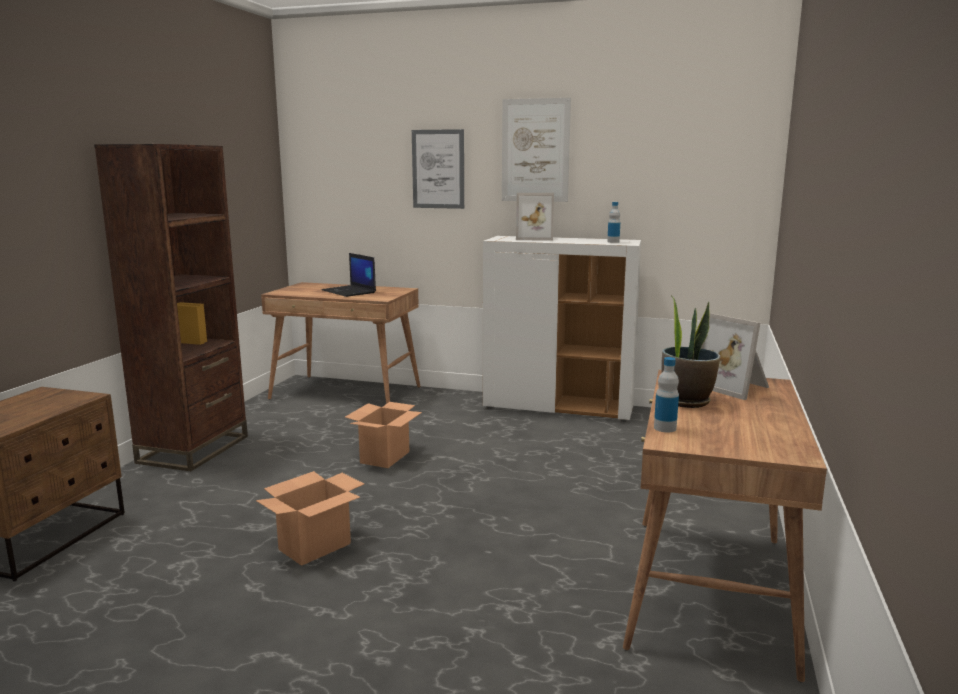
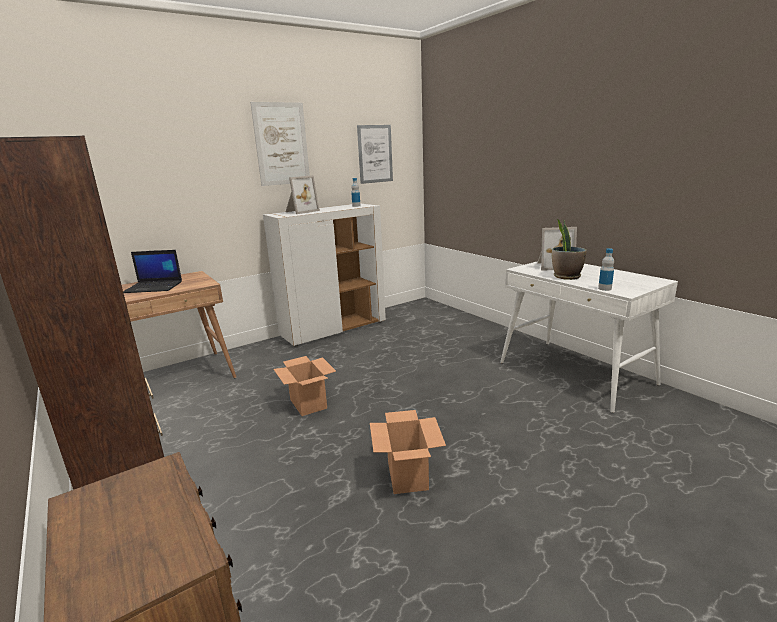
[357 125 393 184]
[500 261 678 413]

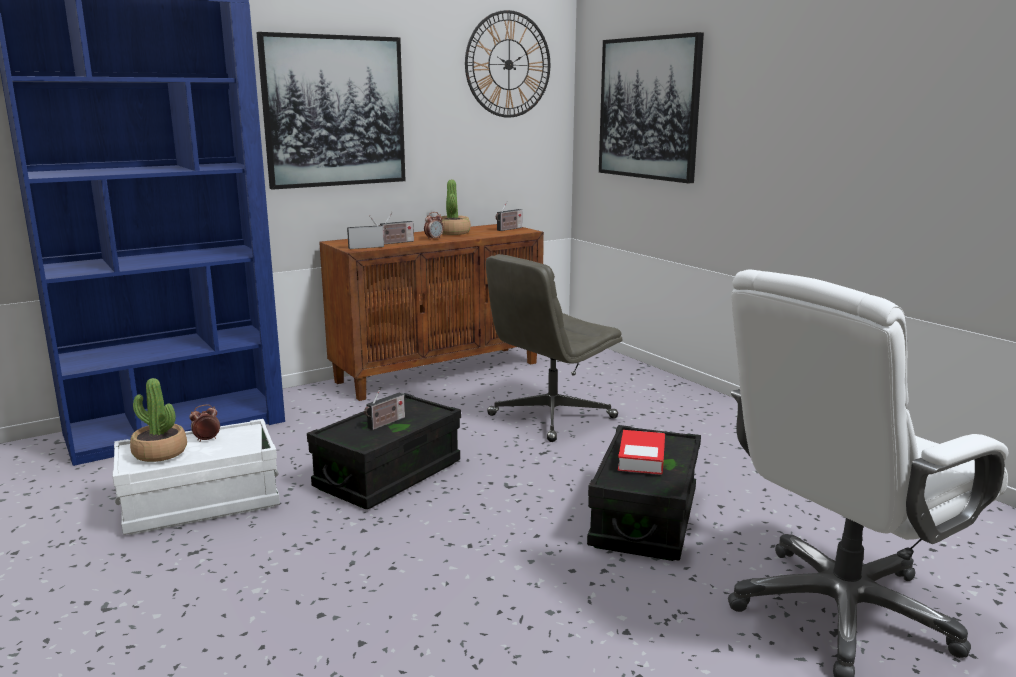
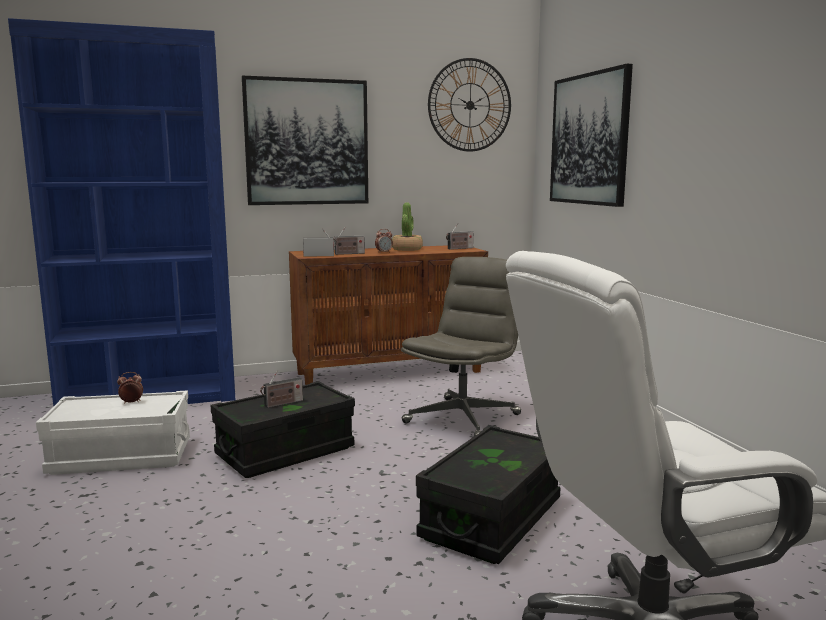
[401 257 521 436]
[130 378 187 462] (first image)
[618 430 665 475] (first image)

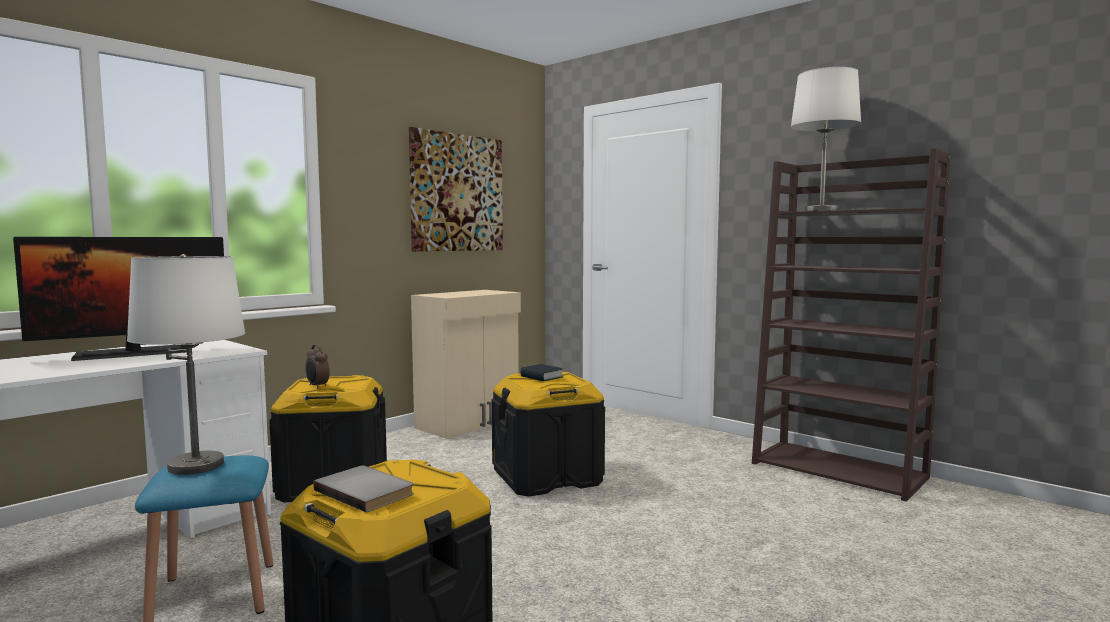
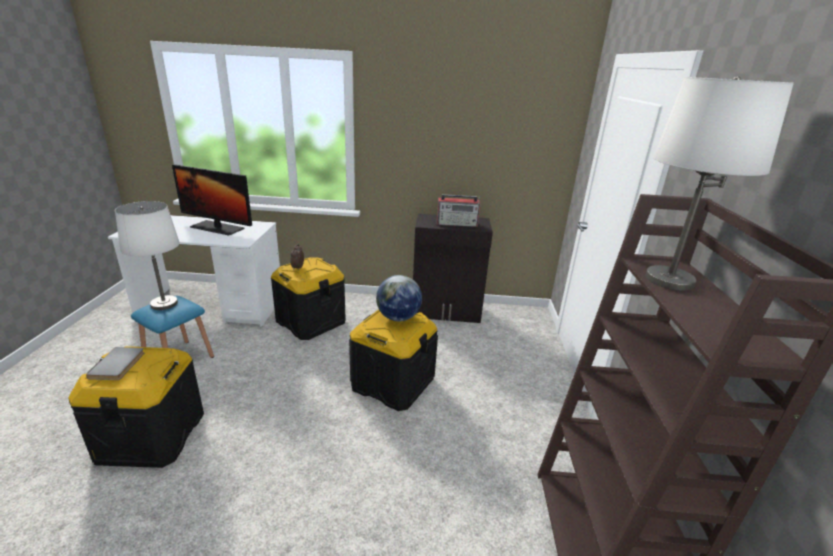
[409 127 503 252] (first image)
[413 214 493 323]
[376 275 422 321]
[437 194 480 227]

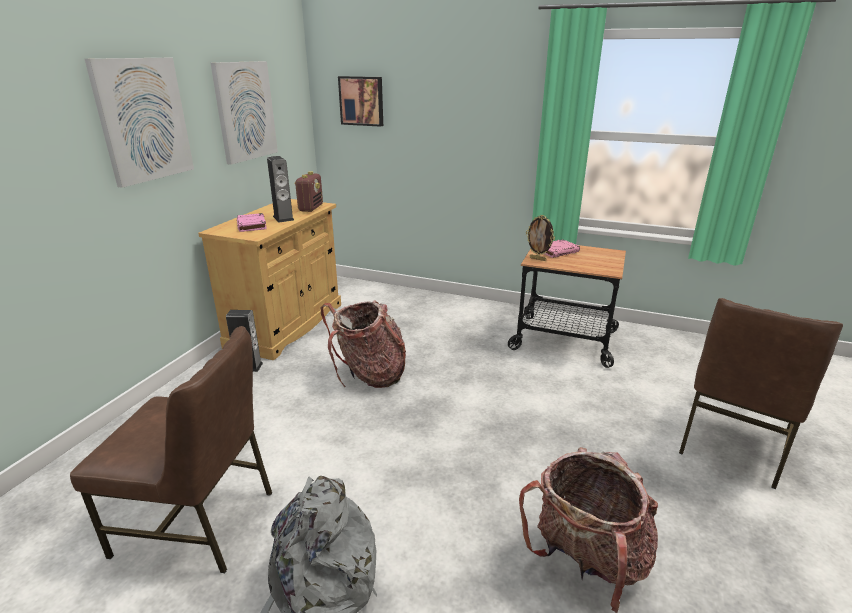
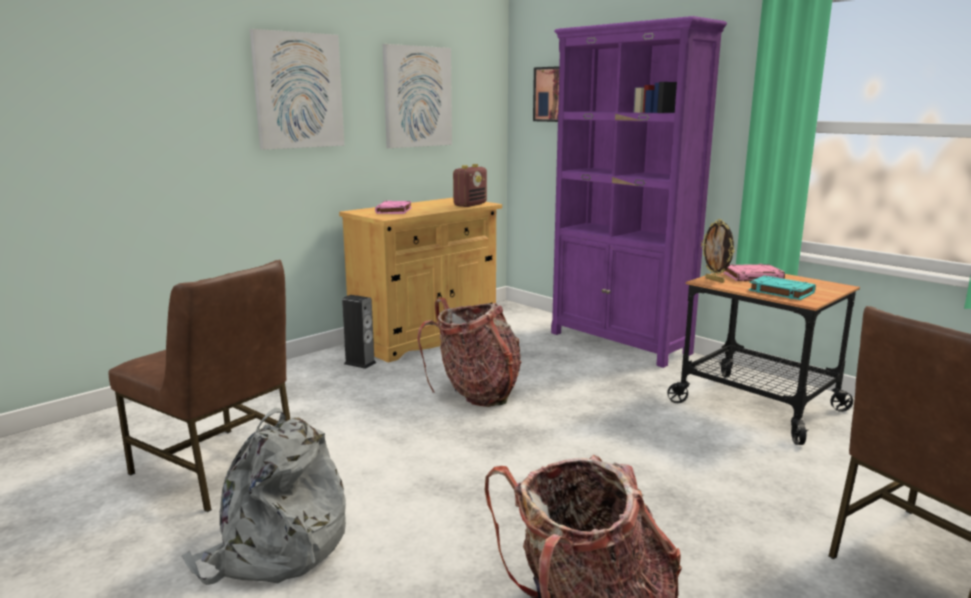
[267 156 294 222] (first image)
[551 16 727 368]
[749 275 816 300]

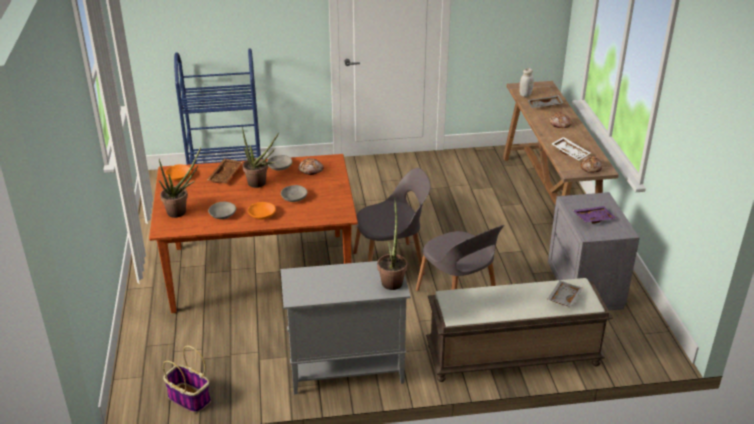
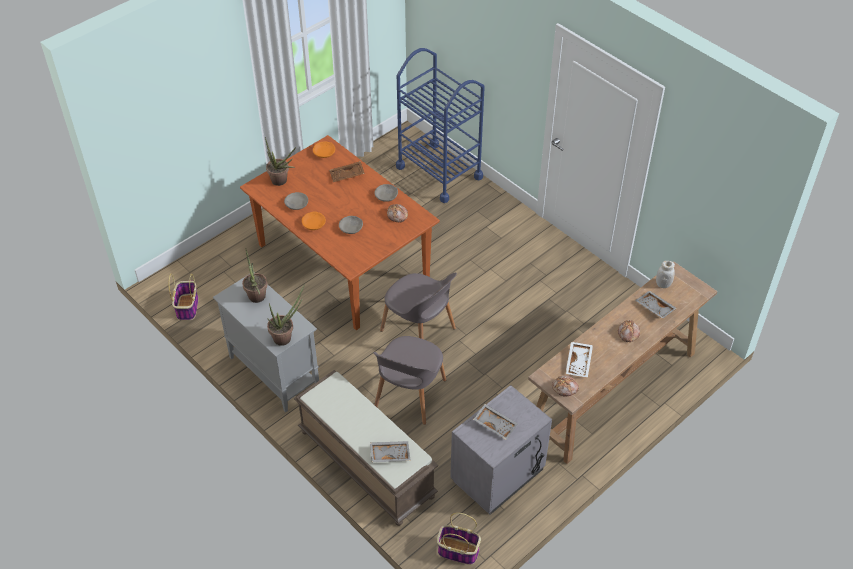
[242 248 268 303]
[473 404 518 440]
[437 513 481 565]

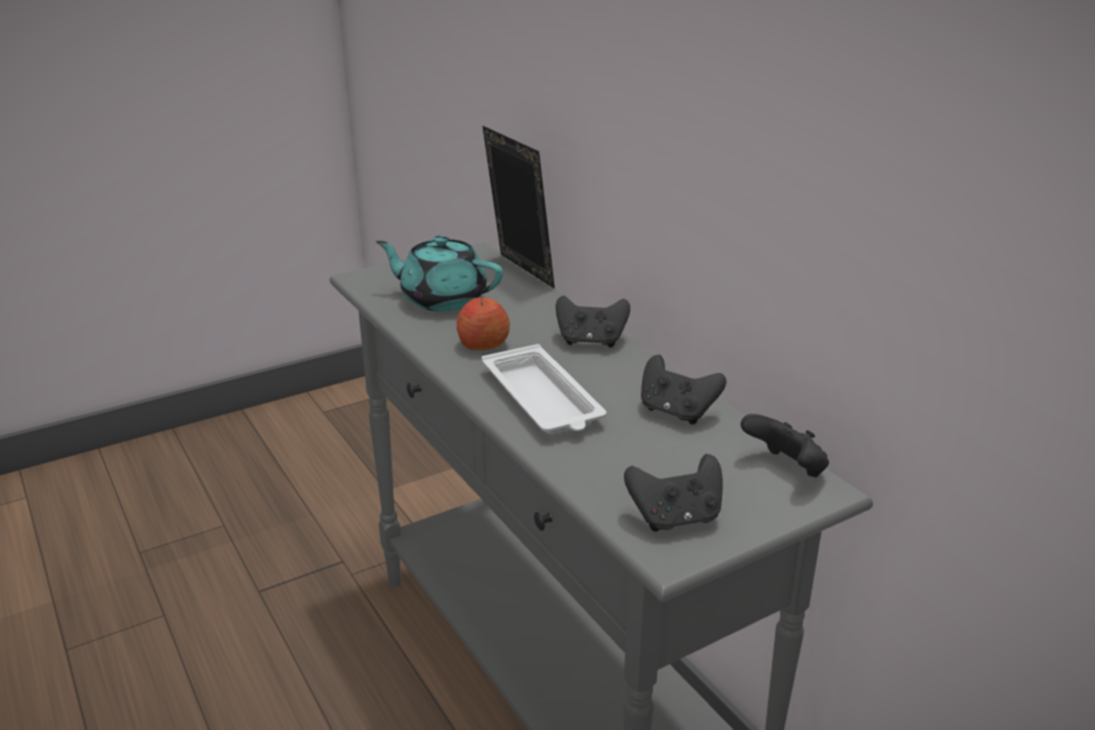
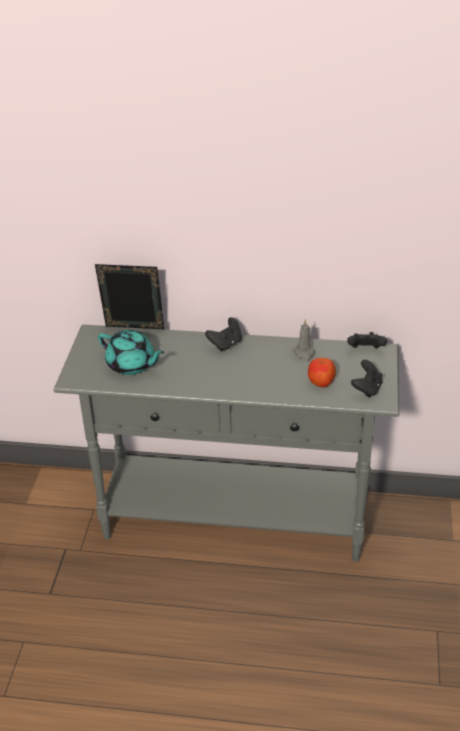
[98 330 164 375]
[308 358 336 387]
[482 344 607 434] (first image)
[293 319 315 361]

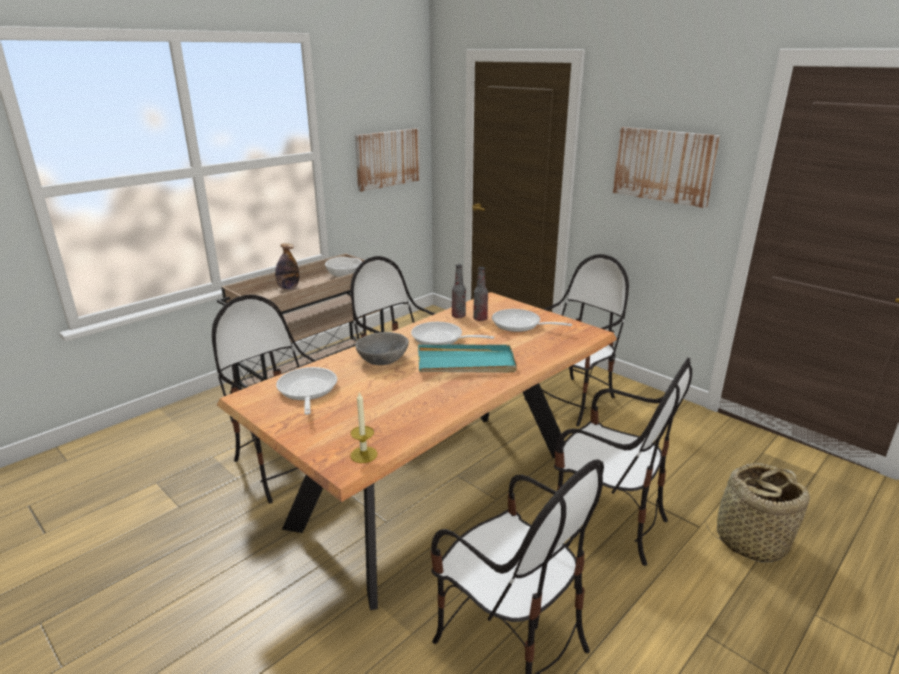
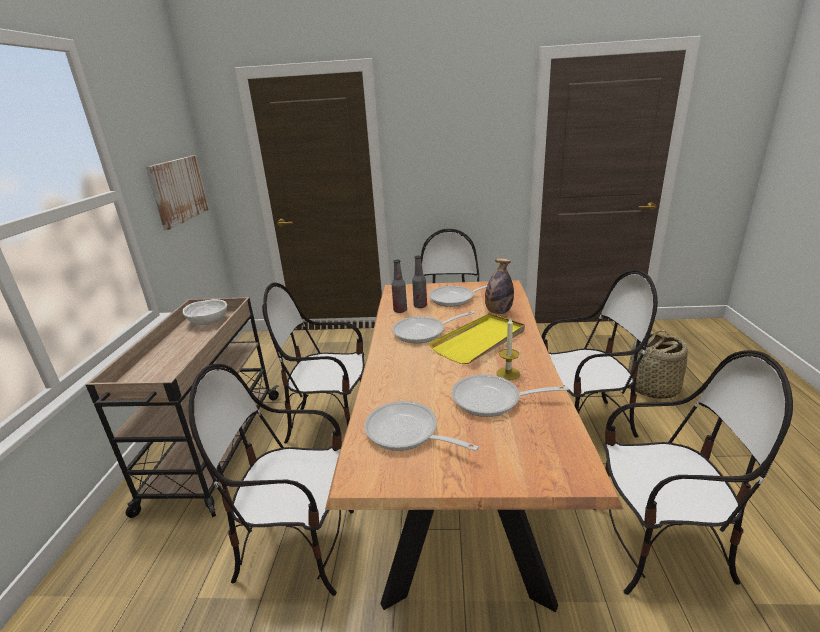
[613 127 720 208] (first image)
[485 258 514 314]
[355 332 409 365] (first image)
[429 313 525 364]
[496 317 520 380]
[451 374 569 417]

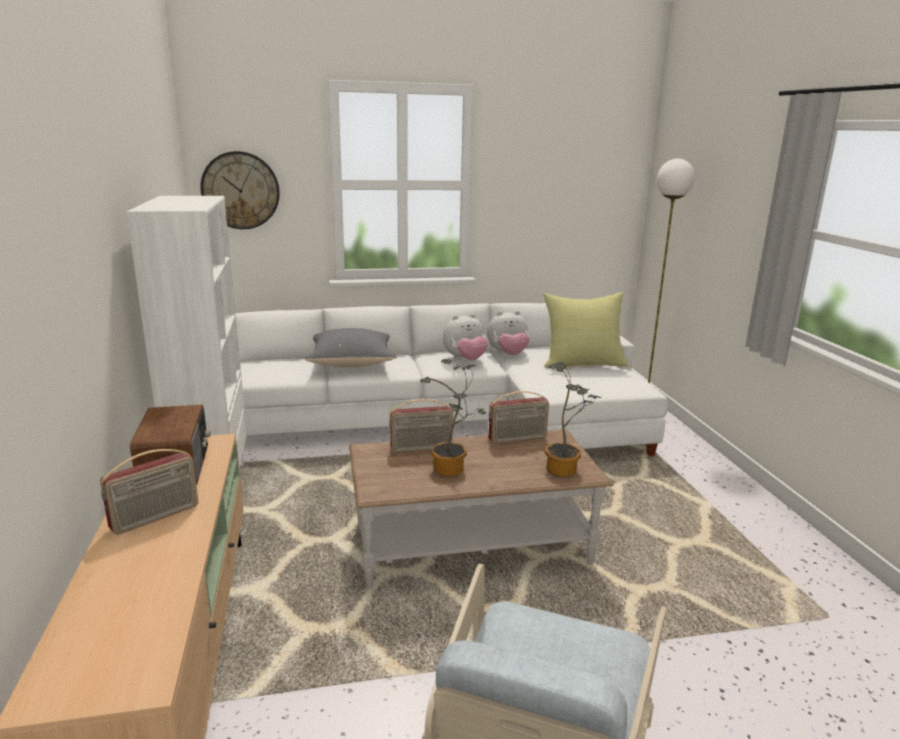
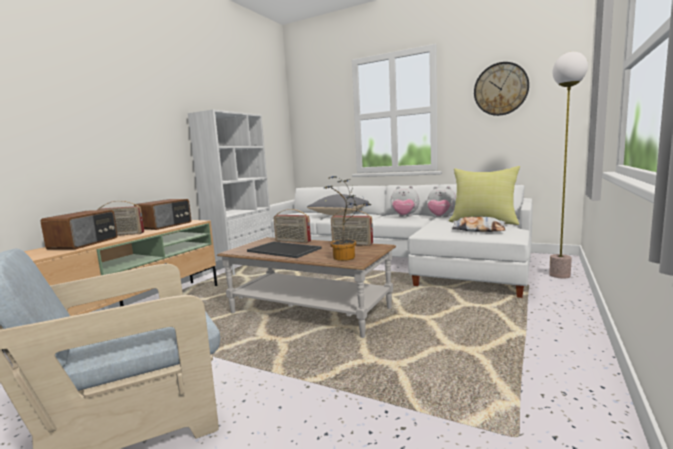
[474 62 529 116]
[247 241 322 258]
[40 210 118 250]
[452 217 505 232]

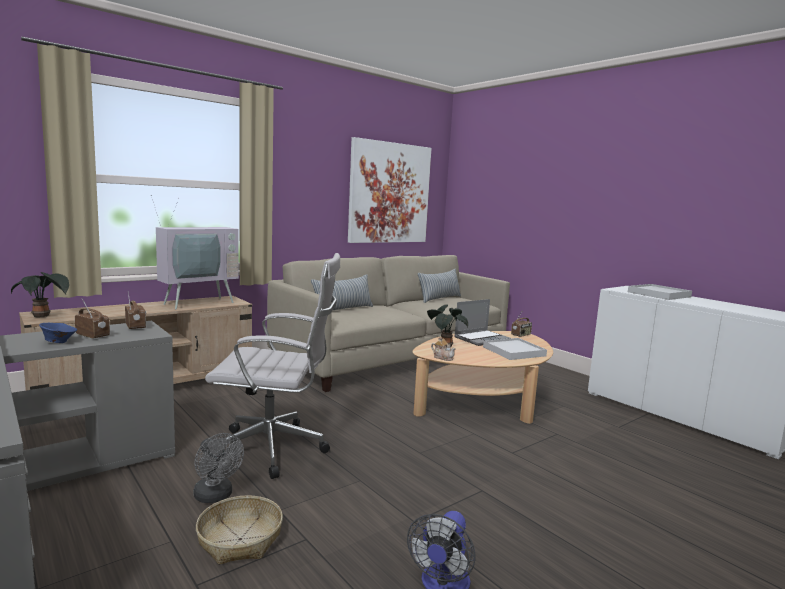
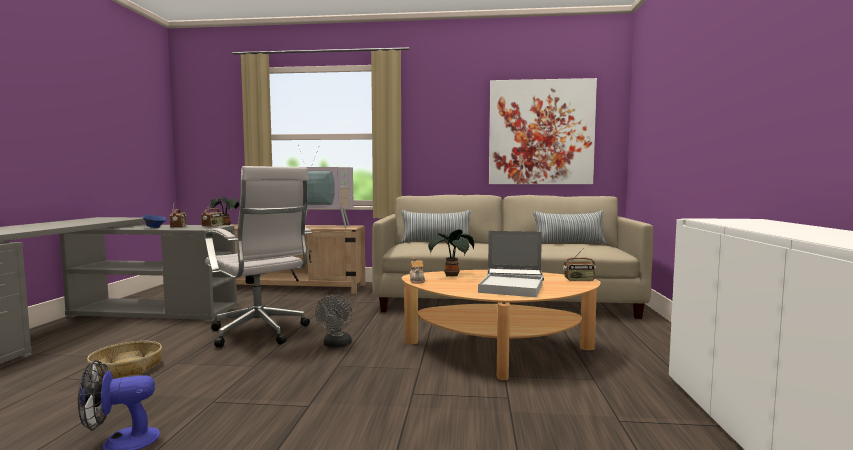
[628 284 692 300] (first image)
[315 294 352 348]

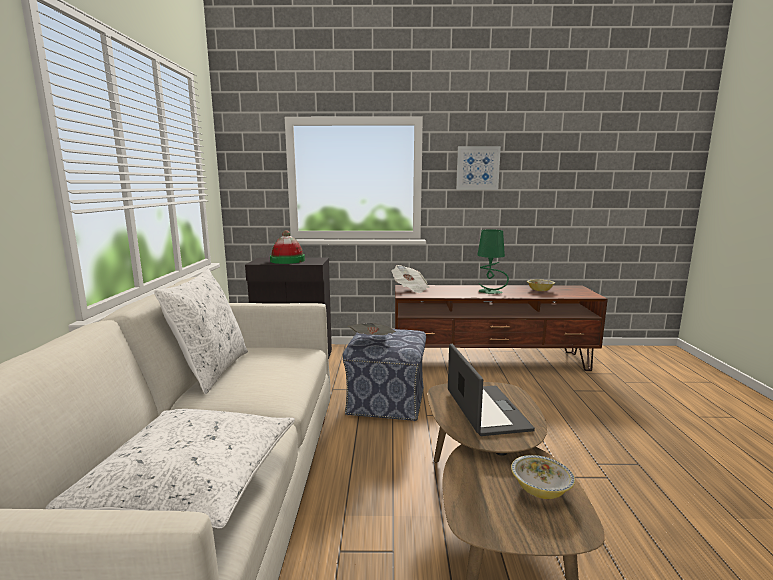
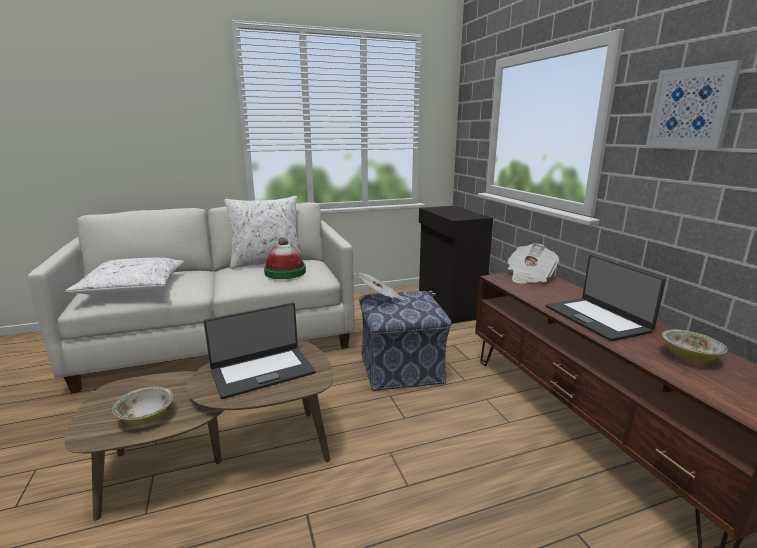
[546 255 666 341]
[264 237 306 279]

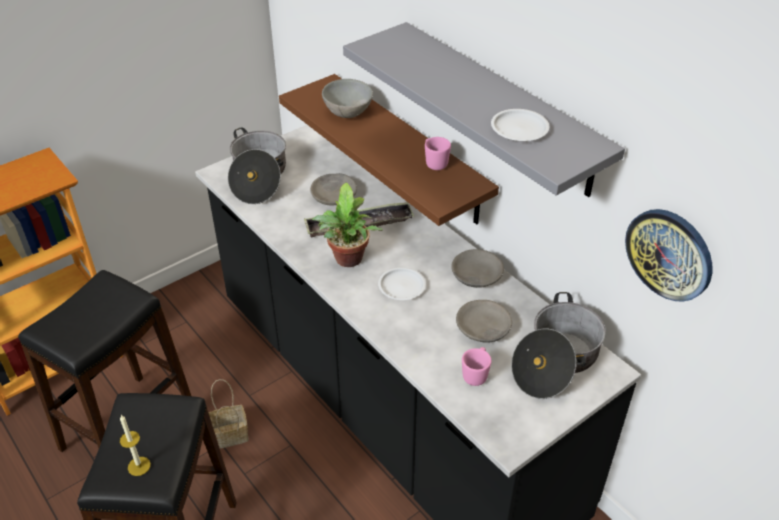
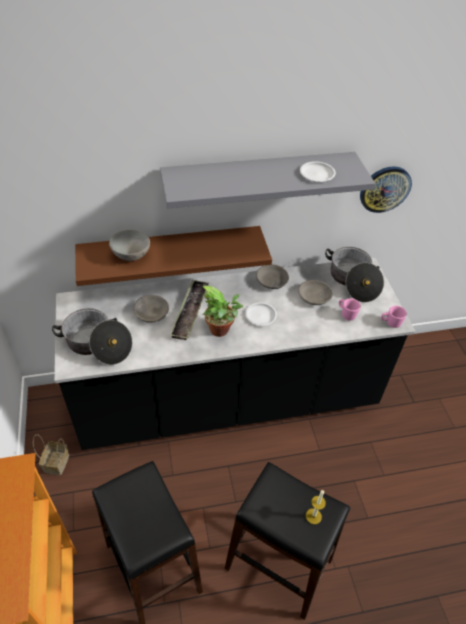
[381 306 407 328]
[33 434 69 475]

